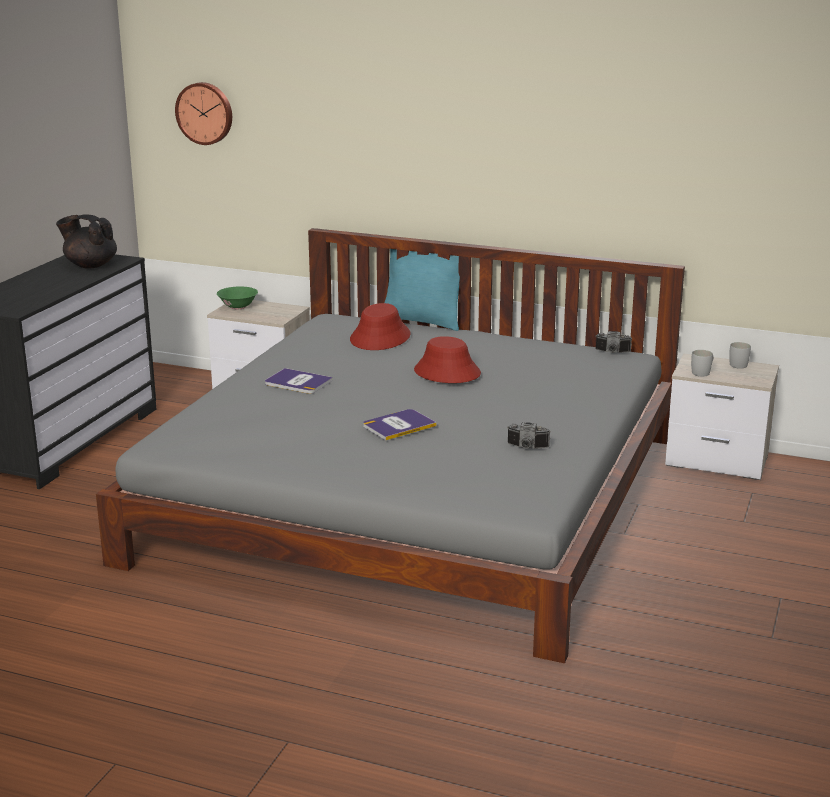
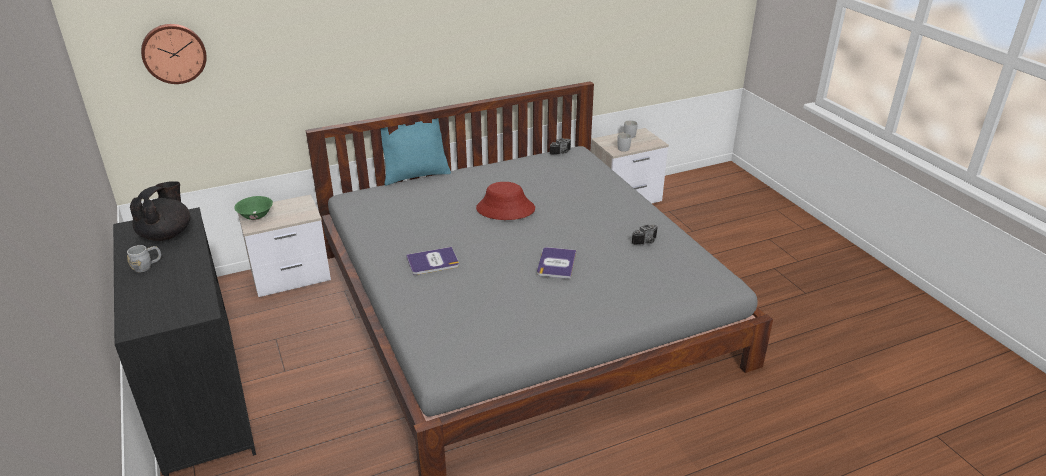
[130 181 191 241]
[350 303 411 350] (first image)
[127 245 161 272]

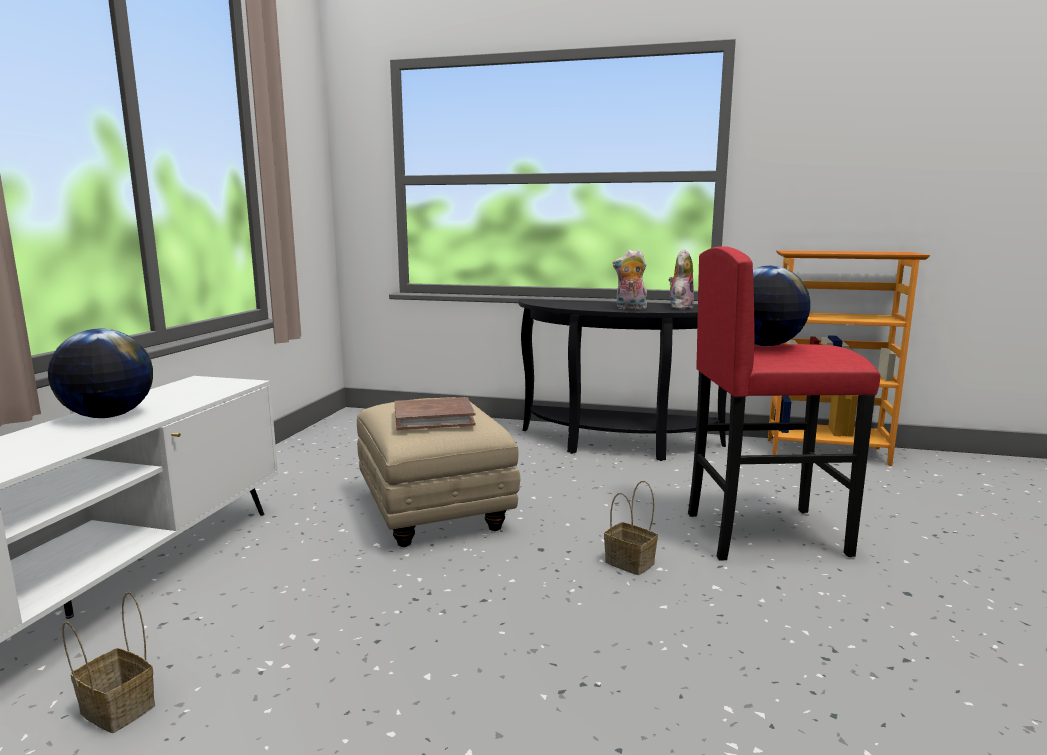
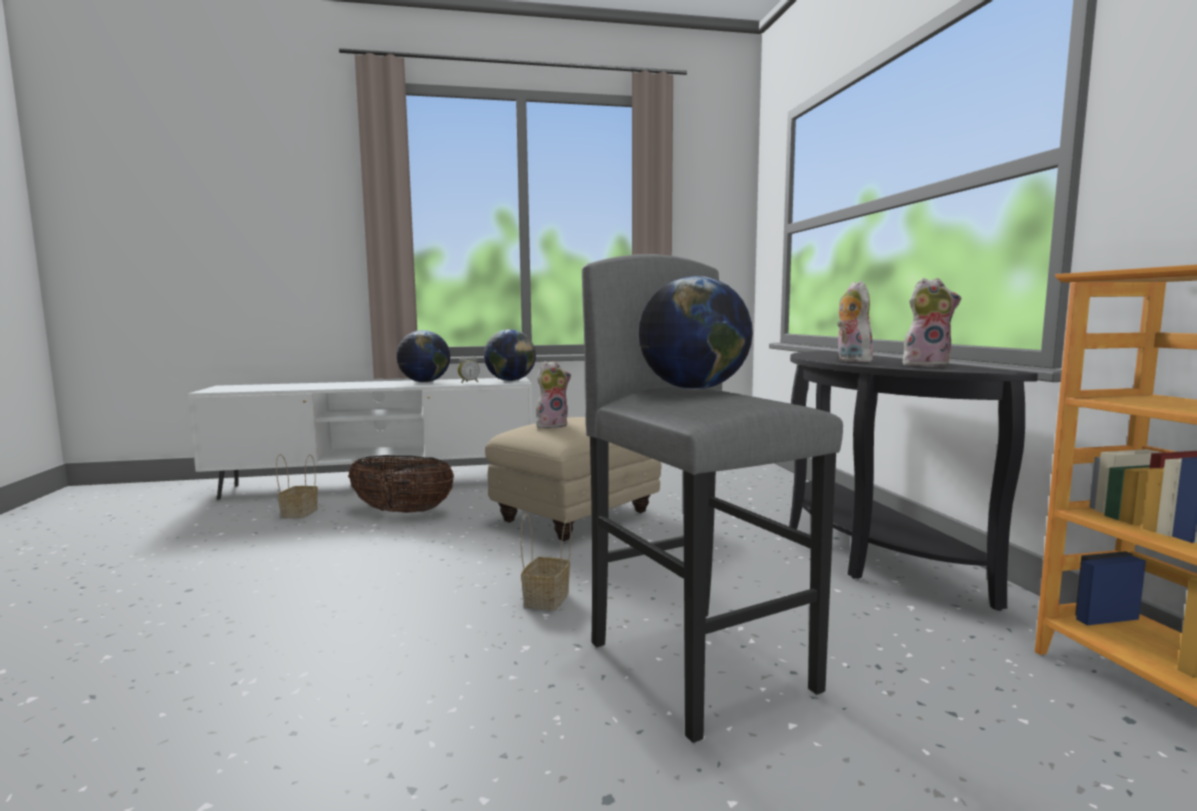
[582 254 843 743]
[536 361 571 428]
[484 329 536 381]
[458 356 480 383]
[348 455 454 513]

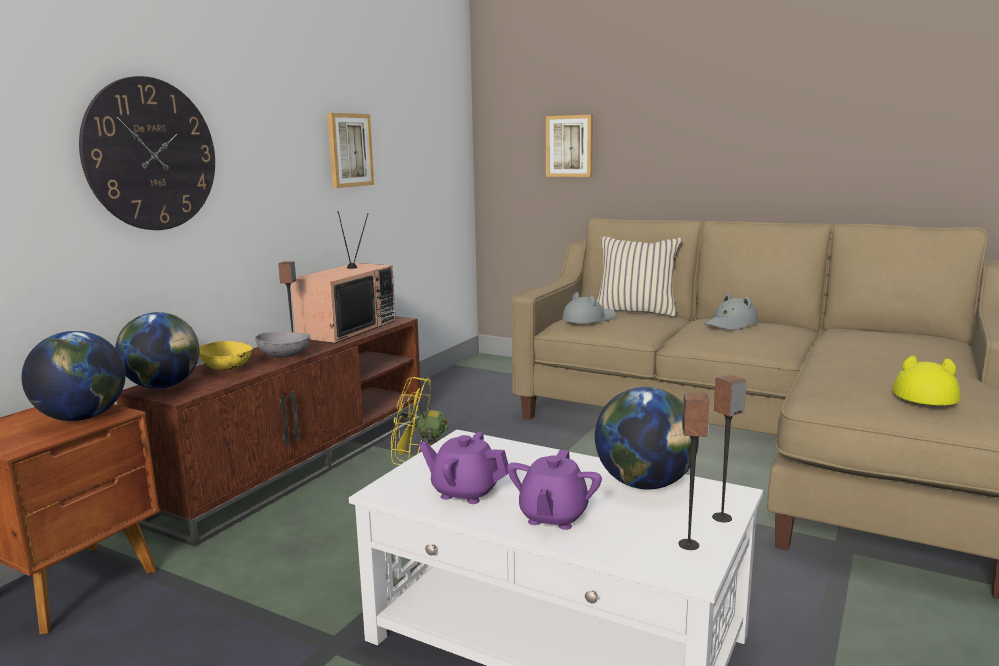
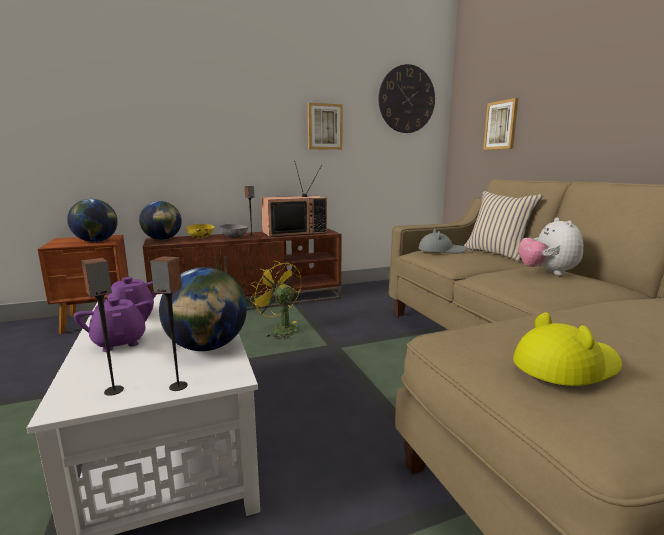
[378 64 435 133]
[518 217 583 275]
[73 297 153 352]

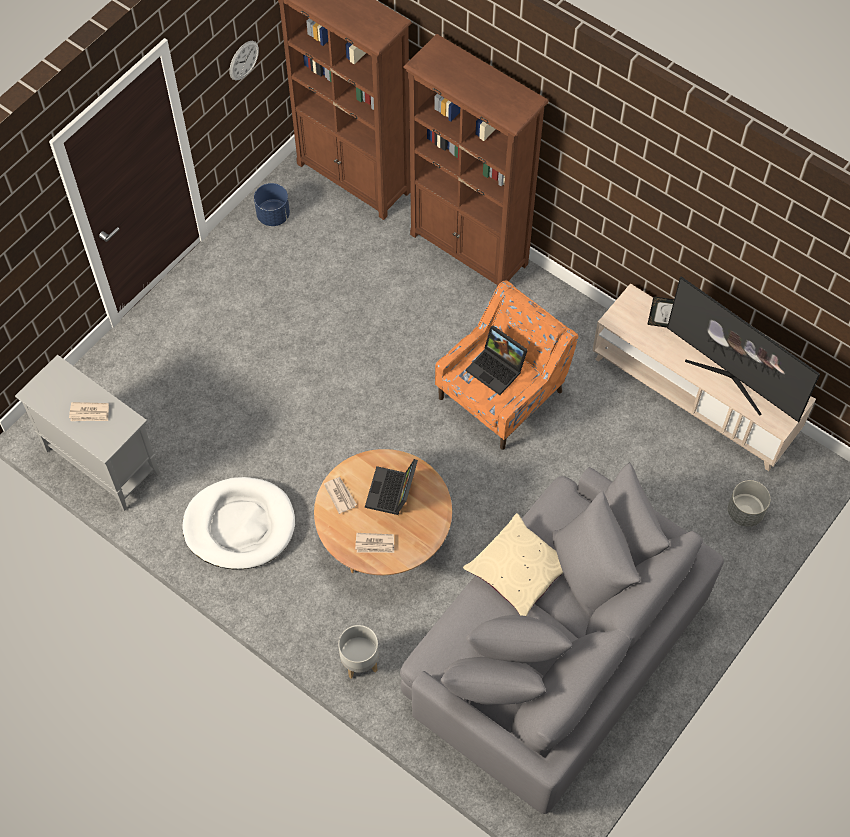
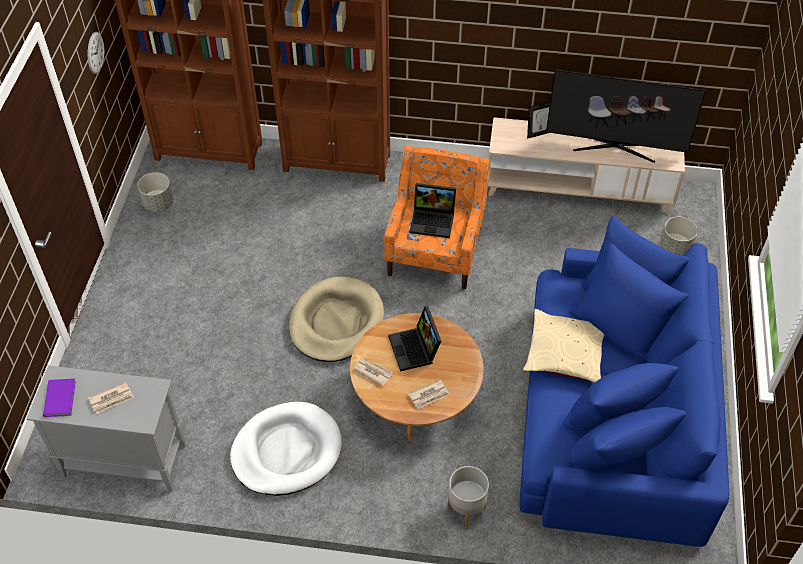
[138 172 173 212]
[519 215 729 547]
[289 277 384 362]
[43 378 76 417]

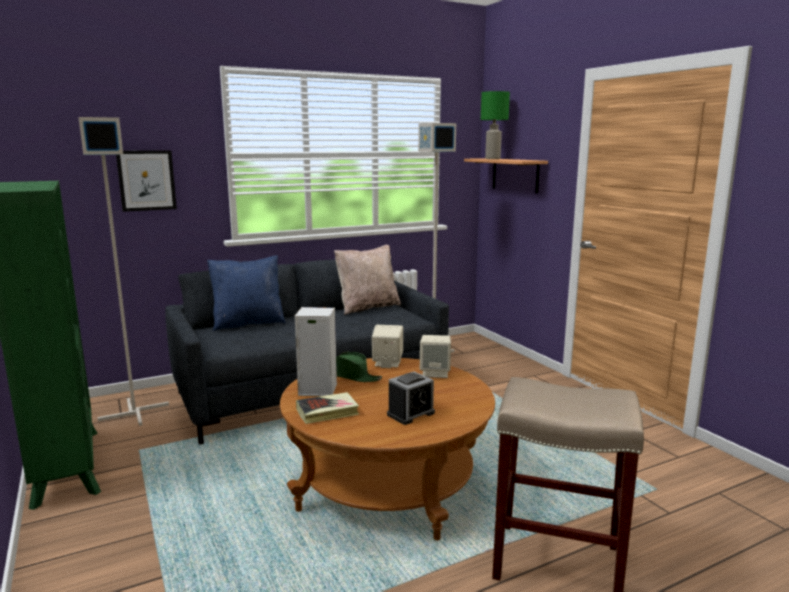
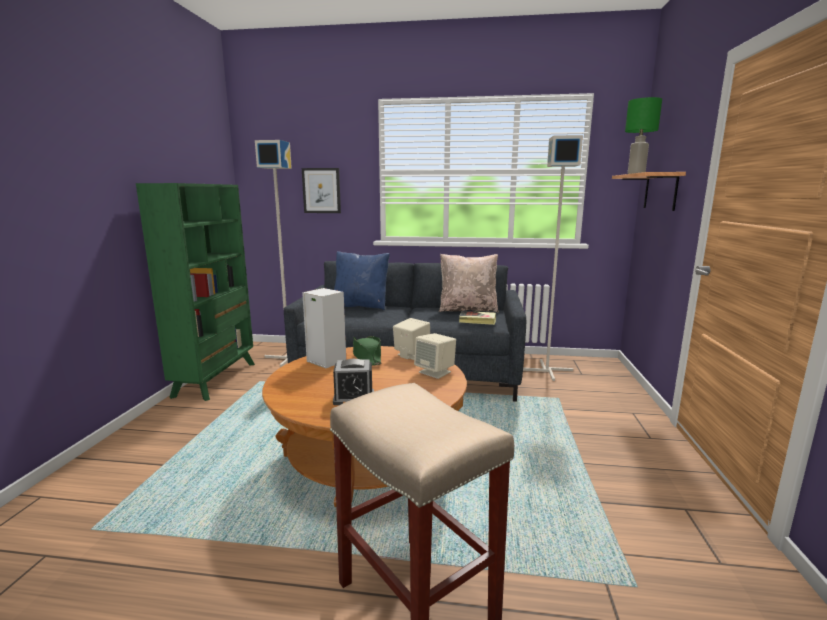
[459 311 496 325]

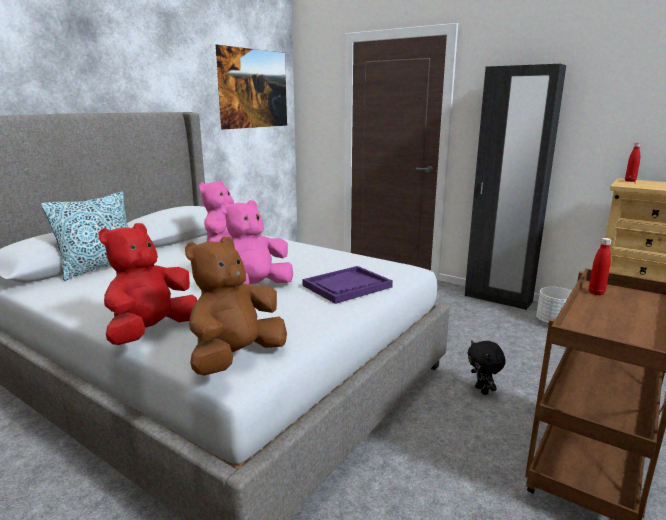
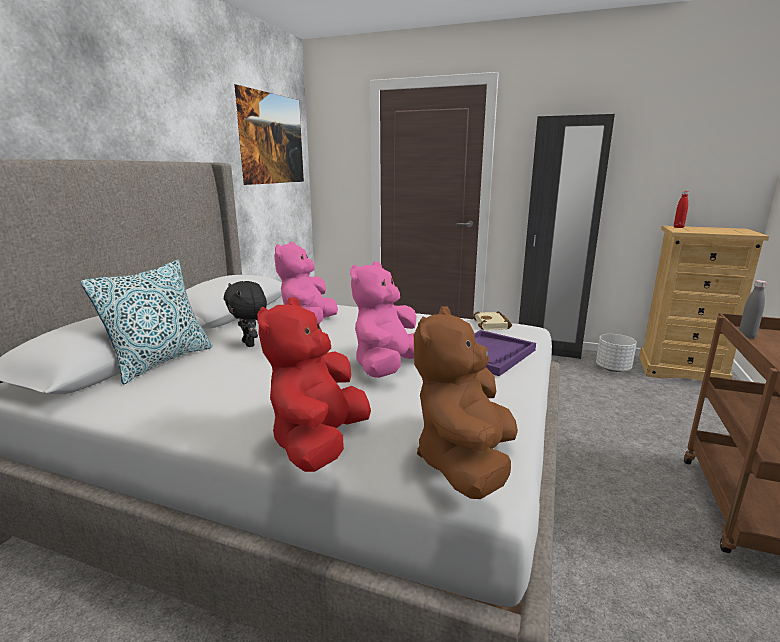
[739 280 767 339]
[224 281 267 347]
[472 311 512 330]

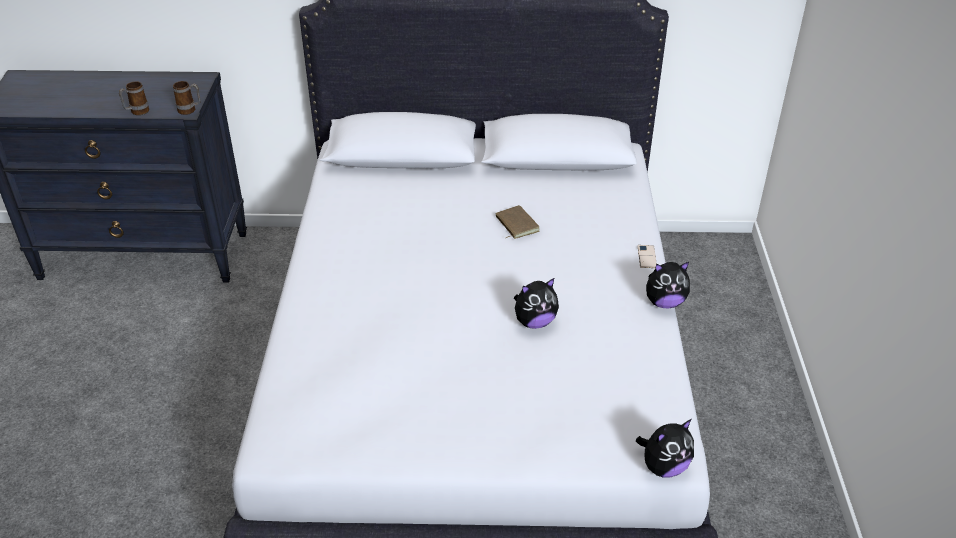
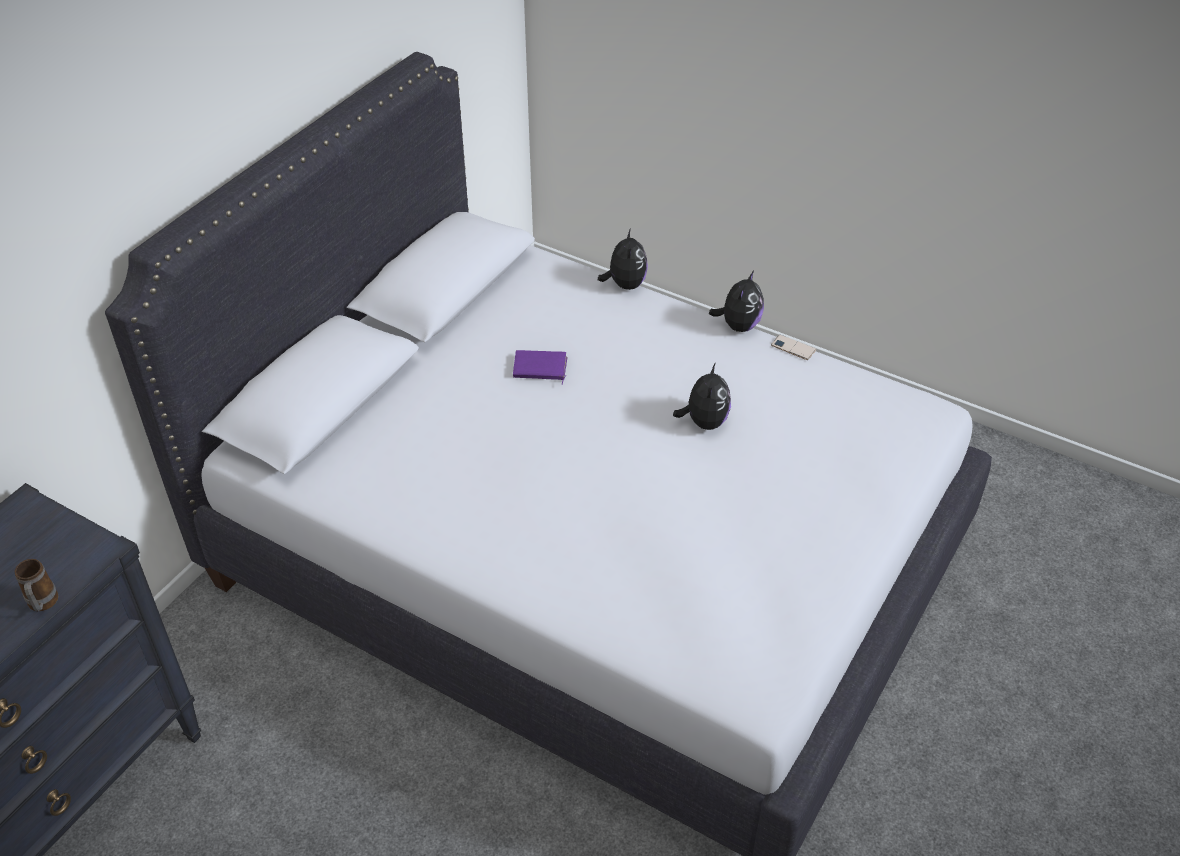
[173 81 201 115] (first image)
[513 350 567 385]
[771 335 816 360]
[598 228 648 290]

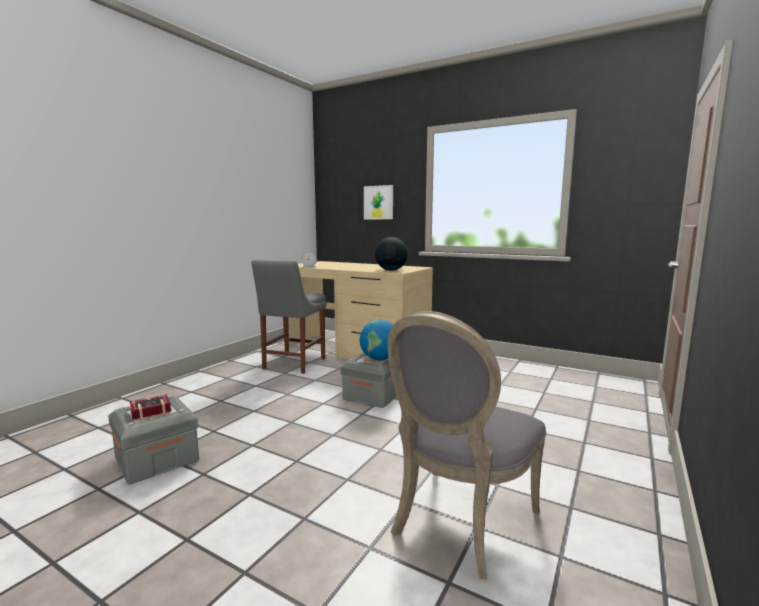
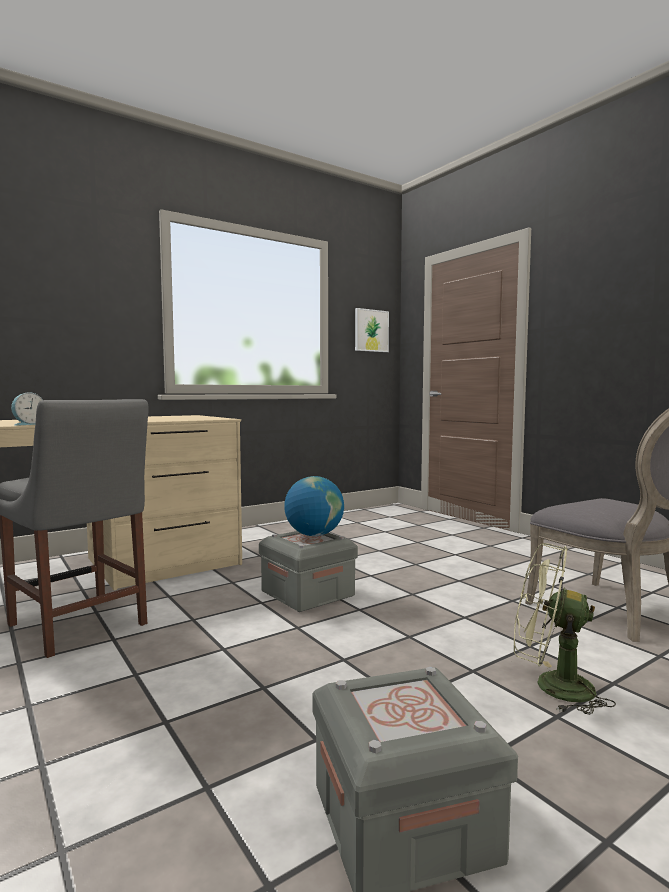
[355 308 389 352]
[375 237 408 271] (first image)
[130 394 171 420] (first image)
[514 543 616 715]

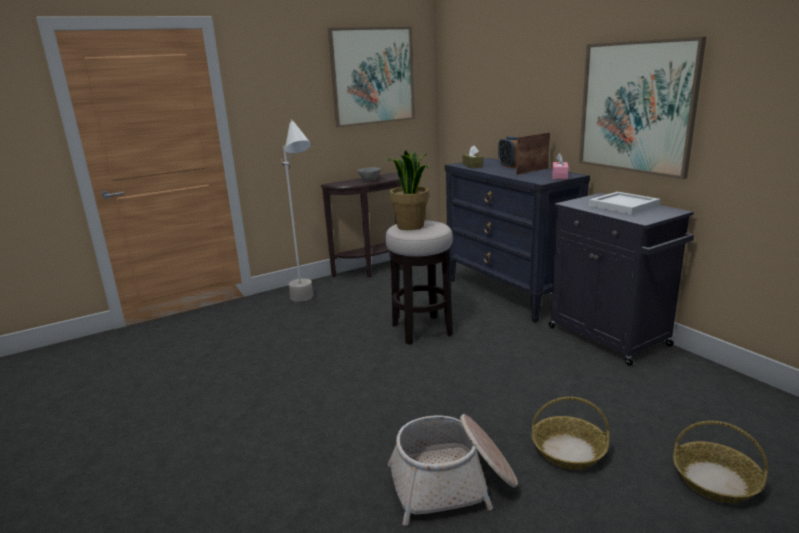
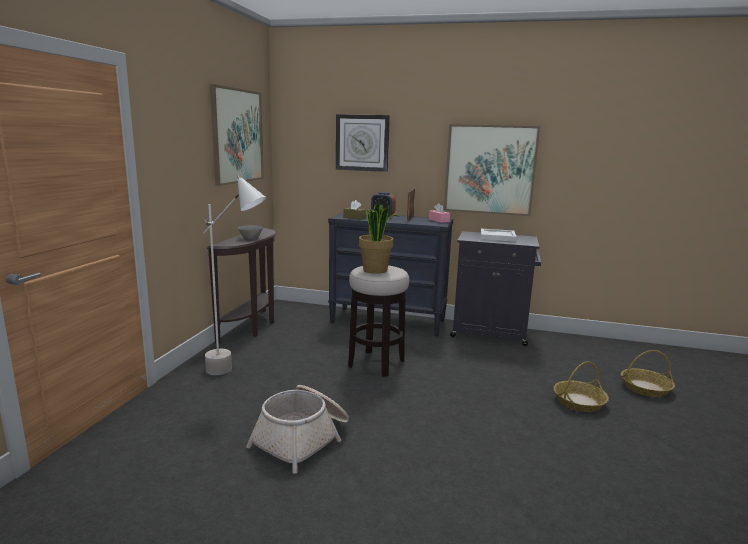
[246 385 349 474]
[336 114 390 172]

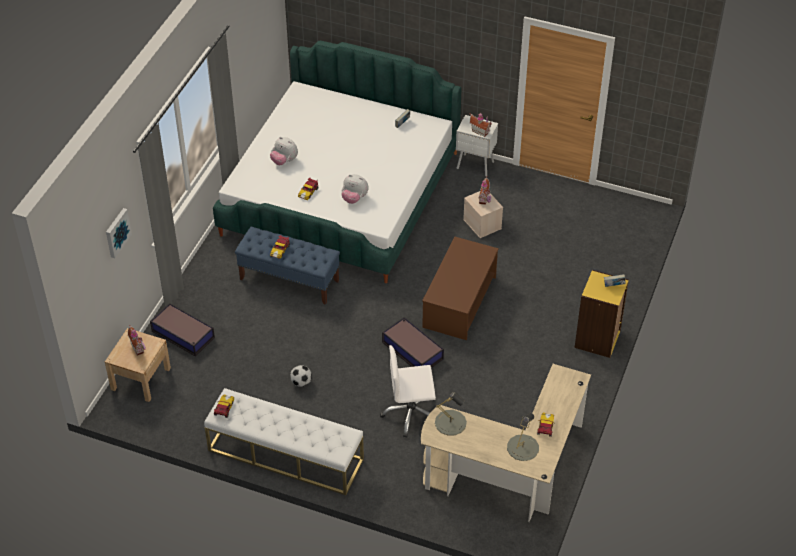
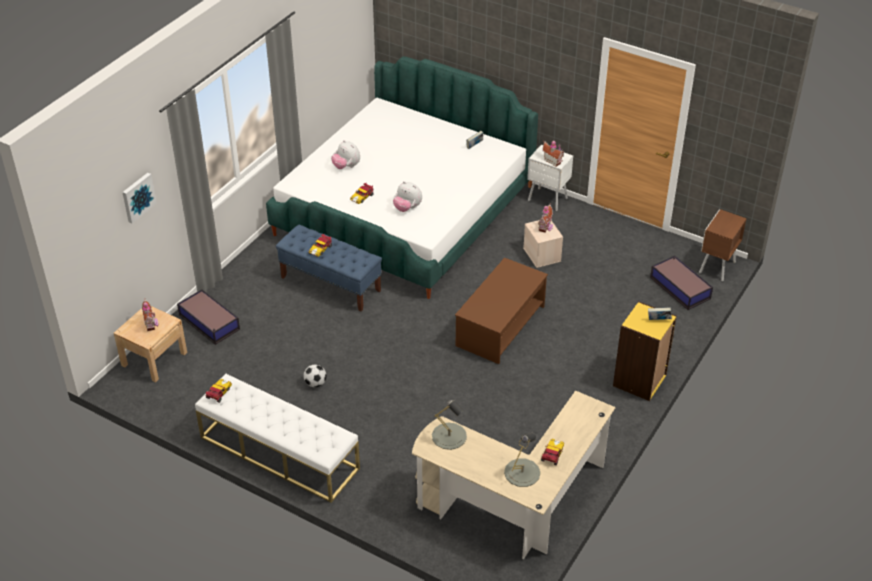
[650 255 713 310]
[380 345 436 438] (first image)
[699 209 747 282]

